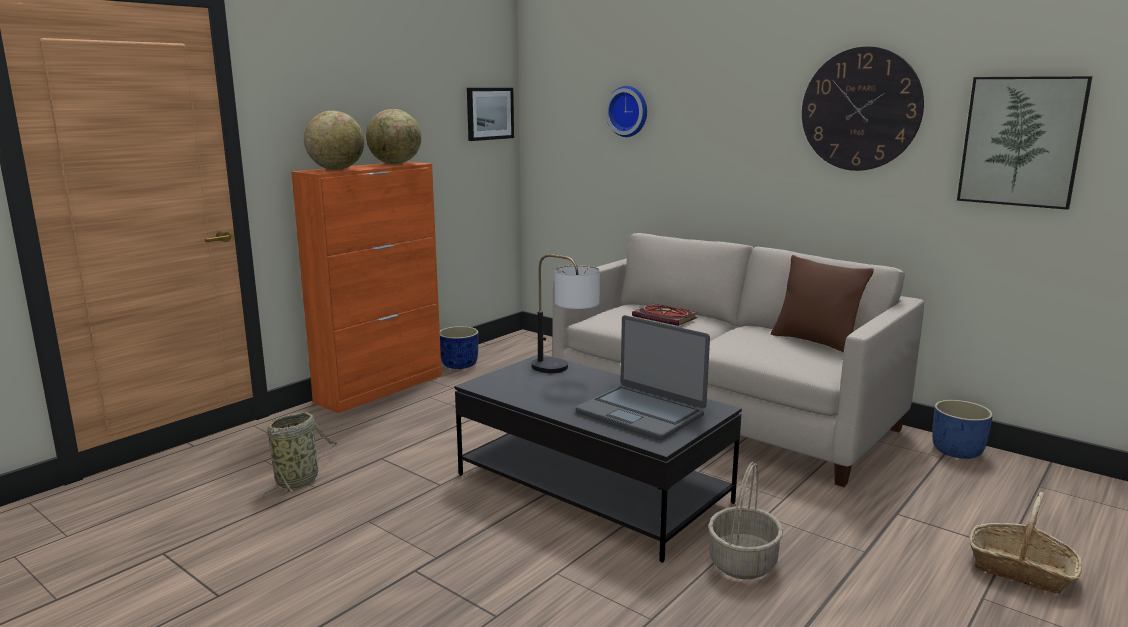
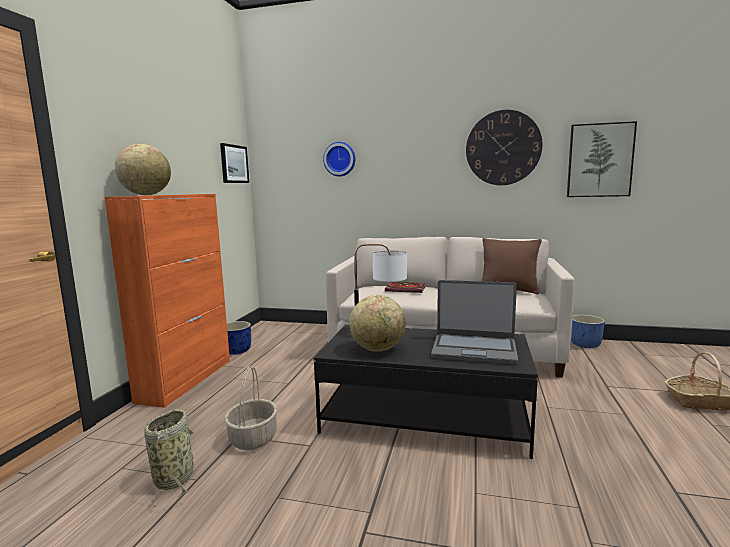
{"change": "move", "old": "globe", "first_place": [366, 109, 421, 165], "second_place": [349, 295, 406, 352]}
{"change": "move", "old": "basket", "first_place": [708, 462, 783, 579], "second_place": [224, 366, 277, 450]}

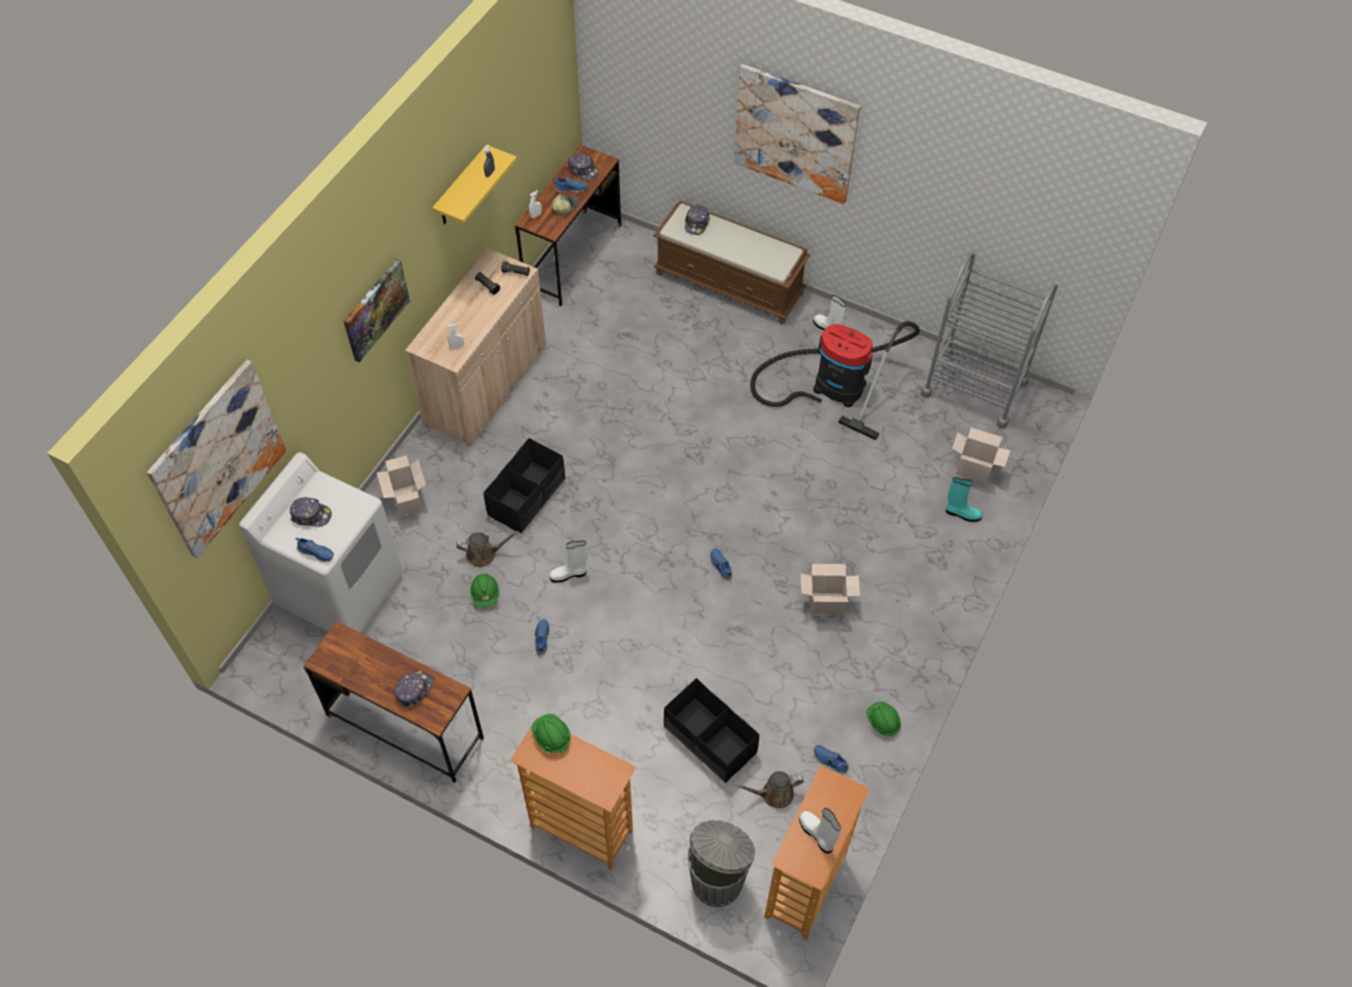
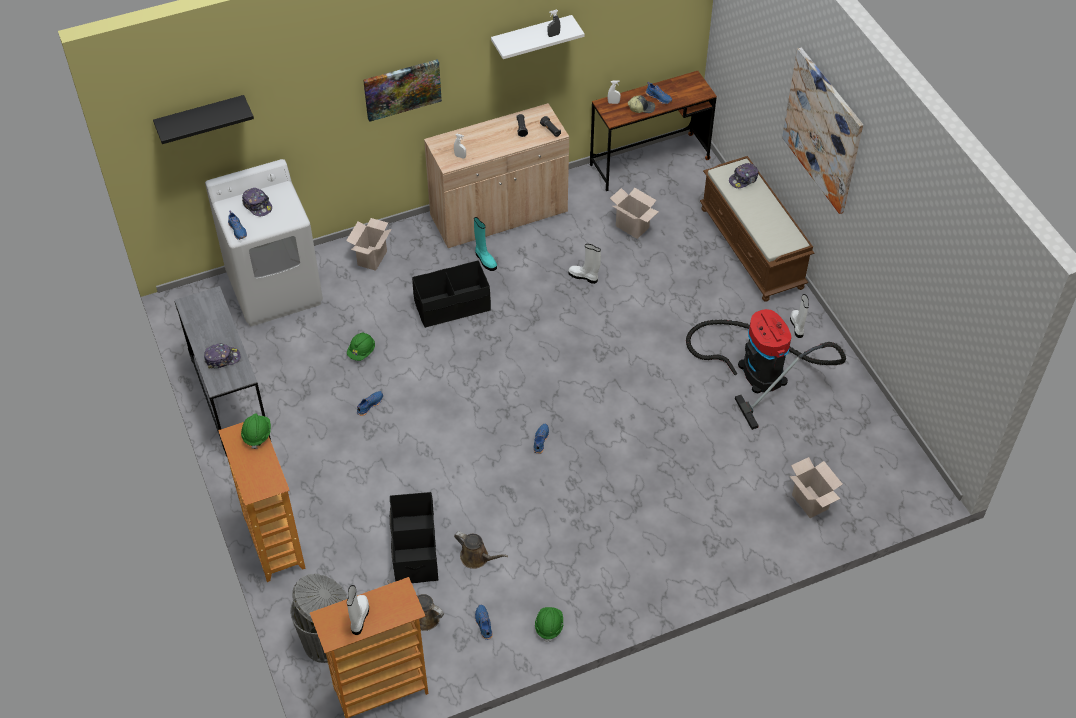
{"change": "recolor", "old": "yellowish_shelf", "new": "white_shelf", "first_place": [432, 145, 517, 224], "second_place": [491, 15, 585, 59]}
{"change": "delete", "old": "cap", "first_place": [567, 153, 599, 180]}
{"change": "delete", "old": "gray_trolley", "first_place": [921, 253, 1058, 429]}
{"change": "replace", "old": "picture", "new": "blackish_shelf", "first_place": [147, 360, 286, 558], "second_place": [153, 95, 254, 144]}
{"change": "move", "old": "blue-green_tall_boot", "first_place": [946, 477, 983, 522], "second_place": [474, 217, 497, 271]}
{"change": "move", "old": "brown_watering_can", "first_place": [456, 531, 519, 568], "second_place": [454, 531, 508, 569]}
{"change": "move", "old": "white_tall_boot", "first_place": [549, 541, 588, 583], "second_place": [568, 244, 601, 284]}
{"change": "move", "old": "packing_box", "first_place": [801, 564, 860, 615], "second_place": [610, 188, 658, 239]}
{"change": "recolor", "old": "brown_desk_unit", "new": "gray_desk_unit", "first_place": [304, 621, 484, 783], "second_place": [174, 286, 271, 457]}

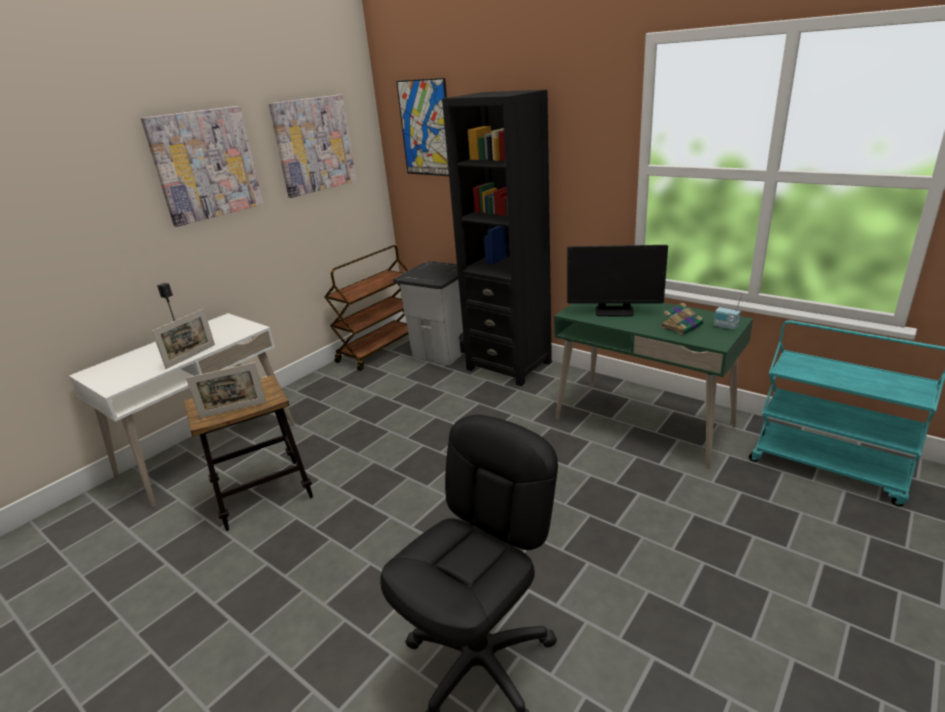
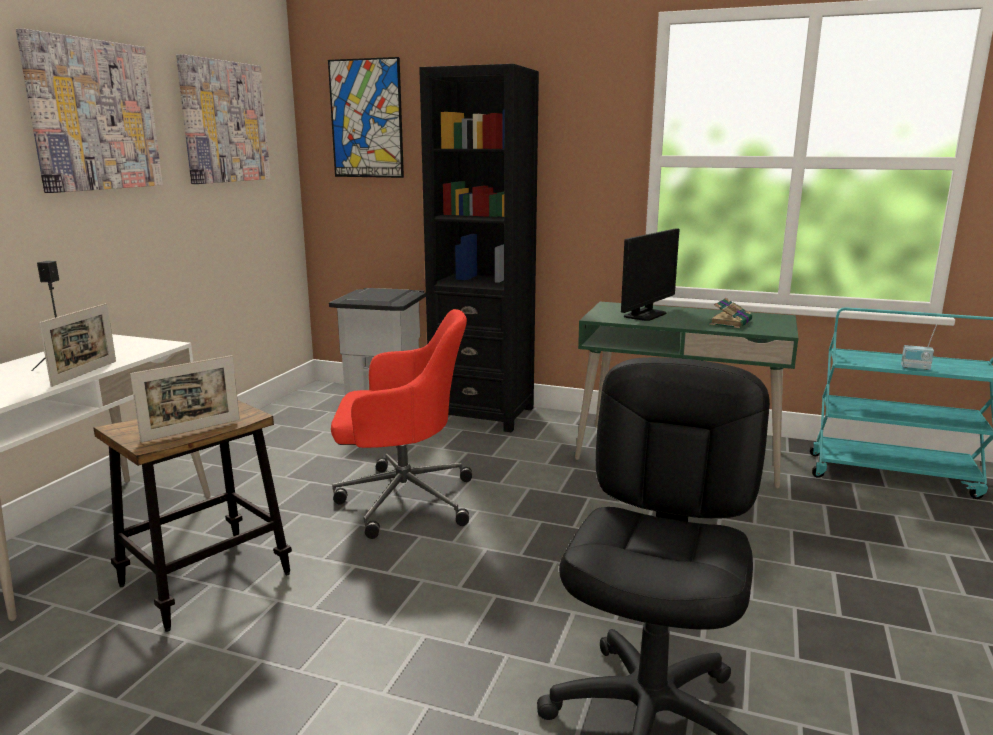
{"change": "delete", "old": "brown_trolley", "first_place": [324, 245, 409, 371]}
{"change": "rotate", "old": "computer_screen", "first_place": [567, 245, 668, 316], "second_place": [621, 228, 679, 321], "degrees": -45}
{"change": "move", "old": "radio_receiver", "first_place": [714, 293, 743, 330], "second_place": [901, 325, 937, 370]}
{"change": "insert", "new": "red-coloured_desk_chair", "second_place": [331, 309, 472, 539]}

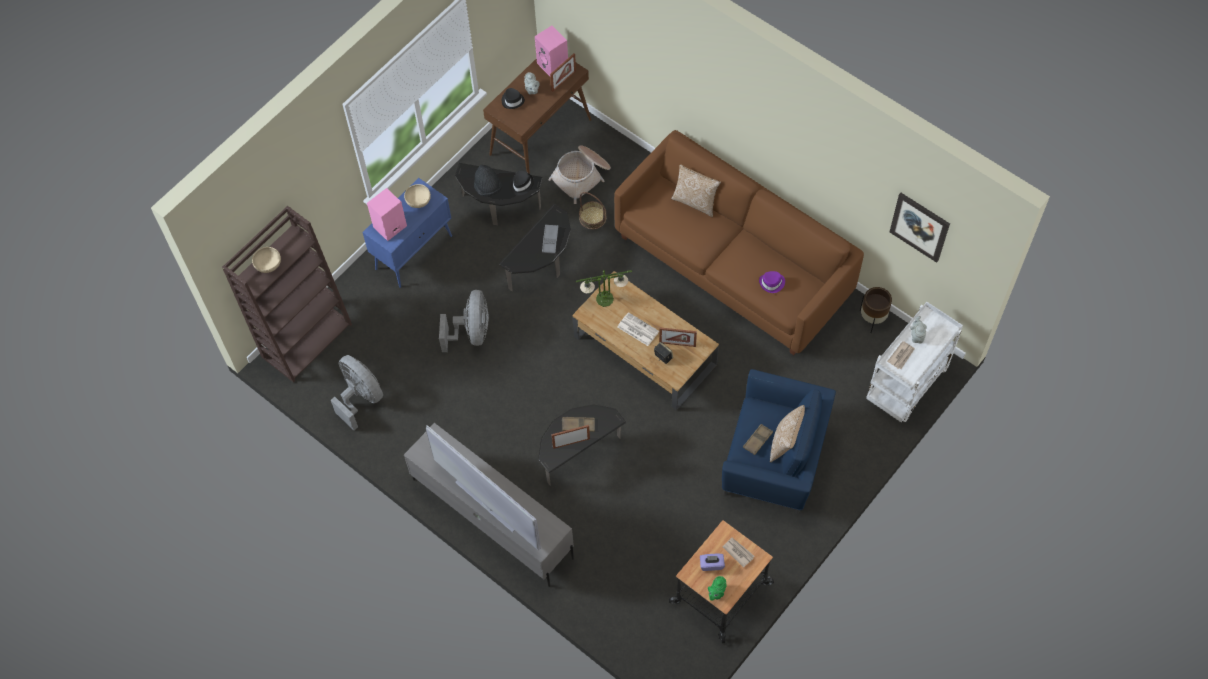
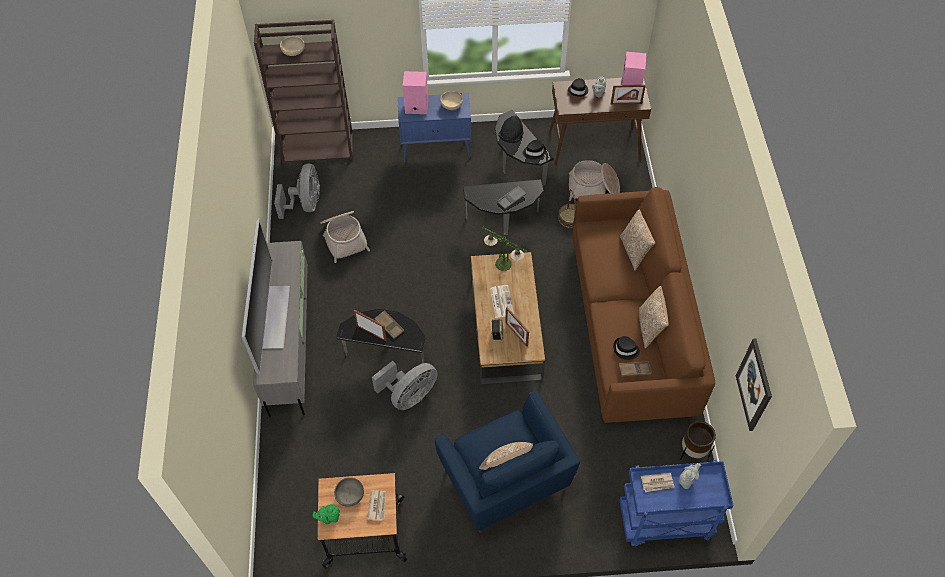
{"change": "recolor", "old": "purple-coloured_wearable_hat", "new": "blackish_wearable_hat", "first_place": [759, 271, 785, 293], "second_place": [613, 336, 640, 360]}
{"change": "move", "old": "gray_fan", "first_place": [439, 290, 489, 352], "second_place": [372, 361, 438, 410]}
{"change": "recolor", "old": "white_trolley", "new": "bluish_trolley", "first_place": [866, 302, 963, 422], "second_place": [620, 460, 734, 547]}
{"change": "move", "old": "brown_tray", "first_place": [743, 424, 773, 455], "second_place": [618, 361, 652, 377]}
{"change": "replace", "old": "purple-coloured_tissue_box", "new": "gray_serving_bowl", "first_place": [700, 554, 725, 571], "second_place": [334, 477, 364, 507]}
{"change": "insert", "new": "basket", "second_place": [320, 211, 370, 263]}
{"change": "insert", "new": "cushion", "second_place": [639, 286, 668, 349]}

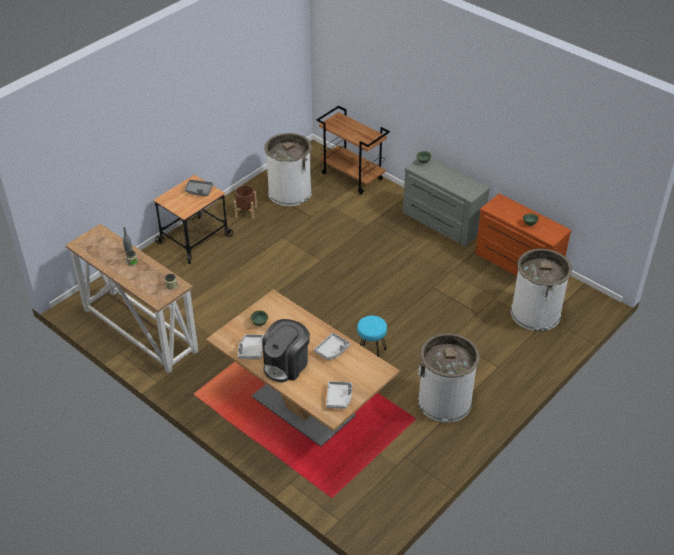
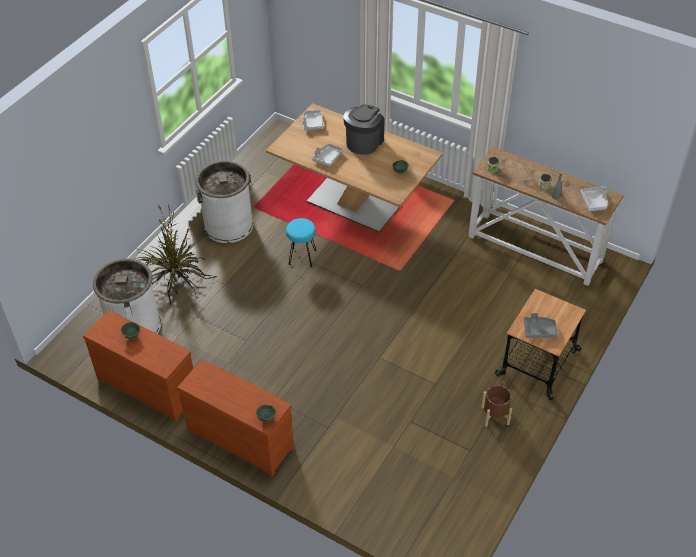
{"change": "delete", "old": "brown_trolley", "first_place": [316, 106, 390, 194]}
{"change": "delete", "old": "white_trash_can", "first_place": [265, 133, 312, 206]}
{"change": "recolor", "old": "gray_dresser", "new": "brown_dresser", "first_place": [403, 158, 490, 247], "second_place": [177, 360, 294, 476]}
{"change": "move", "old": "gray_tray", "first_place": [238, 334, 264, 359], "second_place": [580, 186, 608, 211]}
{"change": "insert", "new": "plant_in_a_pot", "second_place": [135, 205, 217, 305]}

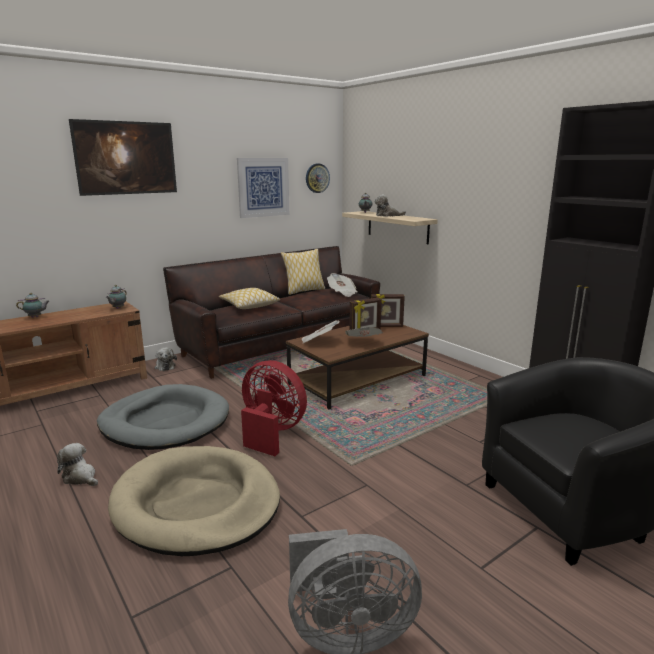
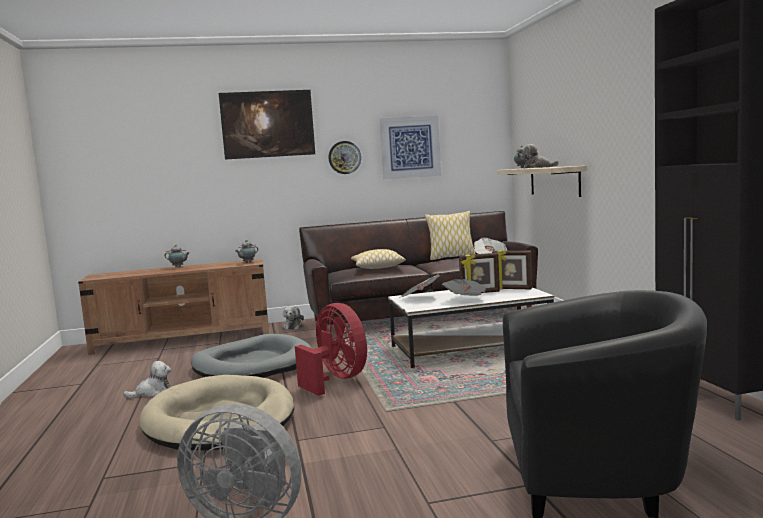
{"change": "move", "old": "hanging_clock", "first_place": [306, 164, 330, 193], "second_place": [328, 141, 361, 174]}
{"change": "recolor", "old": "brown_coffee_table", "new": "white_coffee_table", "first_place": [286, 325, 429, 409], "second_place": [388, 287, 555, 368]}
{"change": "rotate", "old": "plush_toy", "first_place": [57, 443, 98, 486], "second_place": [123, 361, 171, 398], "degrees": 90}

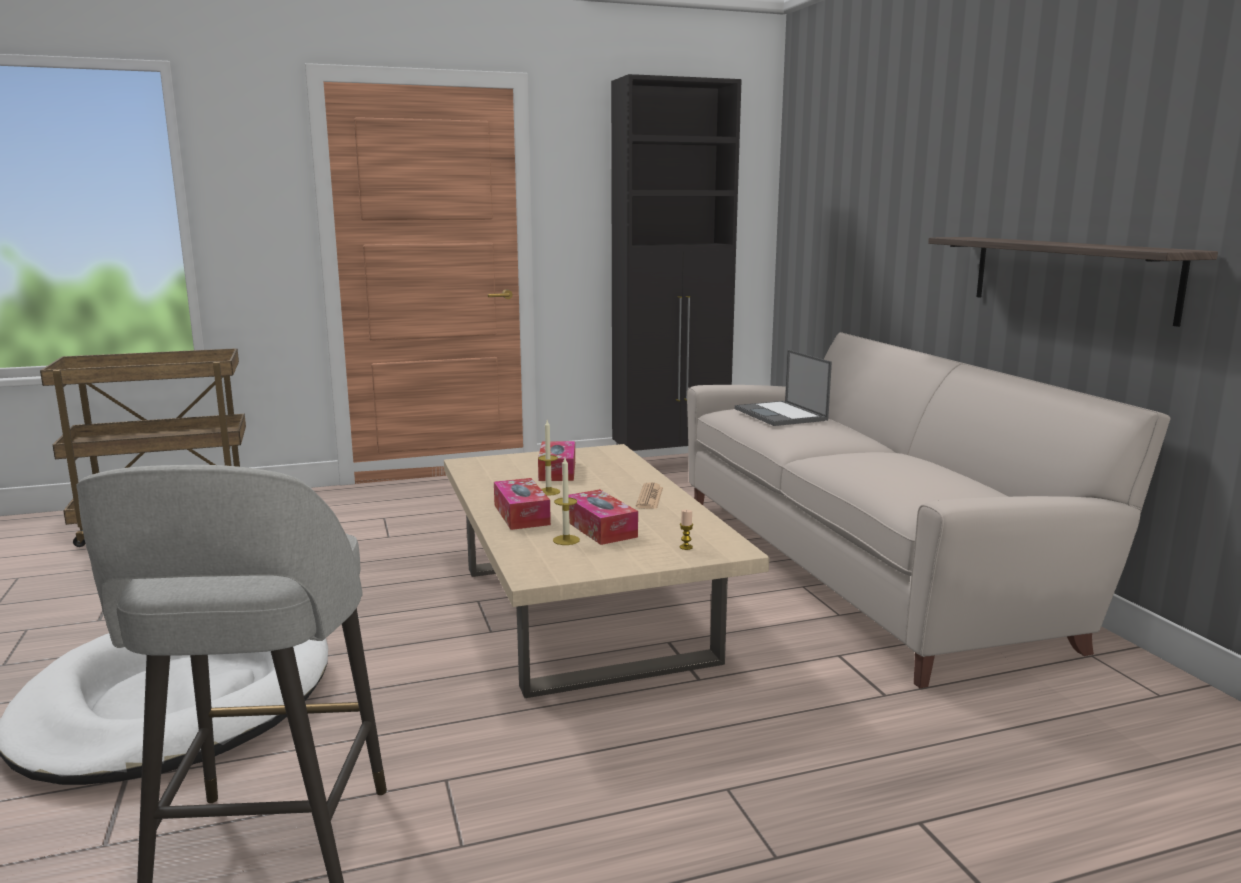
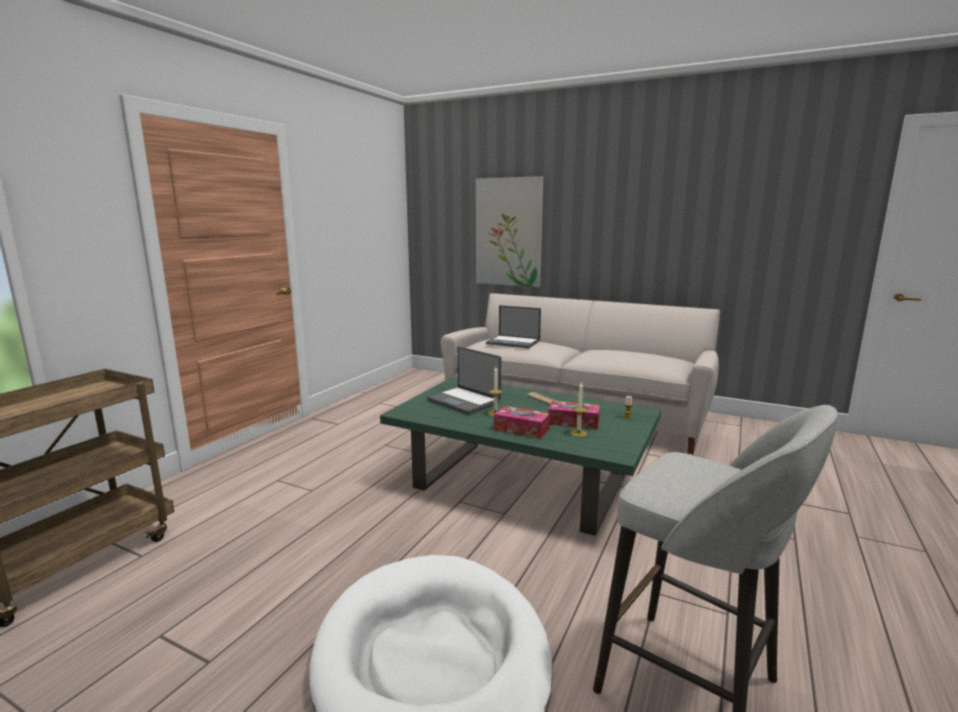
{"change": "delete", "old": "blackish_storage_cabinet", "first_place": [611, 74, 742, 451]}
{"change": "delete", "old": "shelf", "first_place": [928, 237, 1218, 327]}
{"change": "replace", "old": "tissue_box", "new": "laptop", "first_place": [538, 441, 575, 481], "second_place": [427, 347, 501, 415]}
{"change": "recolor", "old": "beige_coffee_table", "new": "greenish_coffee_table", "first_place": [444, 444, 769, 698], "second_place": [380, 378, 661, 536]}
{"change": "insert", "new": "picture", "second_place": [476, 176, 543, 287]}

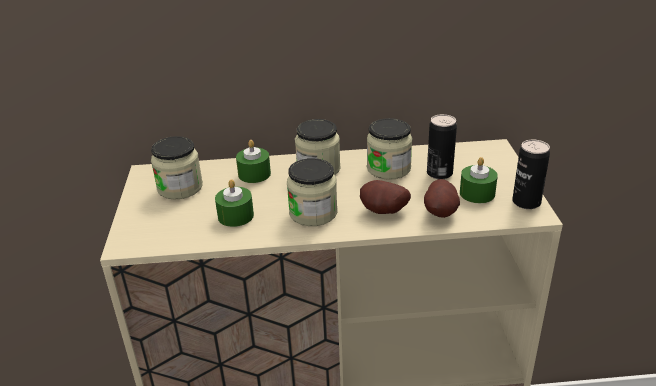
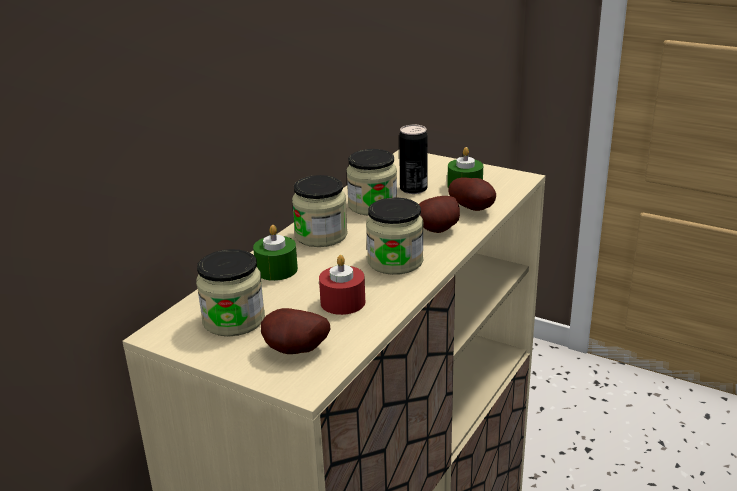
{"change": "delete", "old": "metal_can", "first_place": [512, 140, 550, 209]}
{"change": "recolor", "old": "greenish_wax_candle", "new": "red-coloured_wax_candle", "first_place": [215, 179, 254, 227], "second_place": [319, 255, 365, 315]}
{"change": "insert", "new": "potato", "second_place": [261, 308, 331, 354]}

